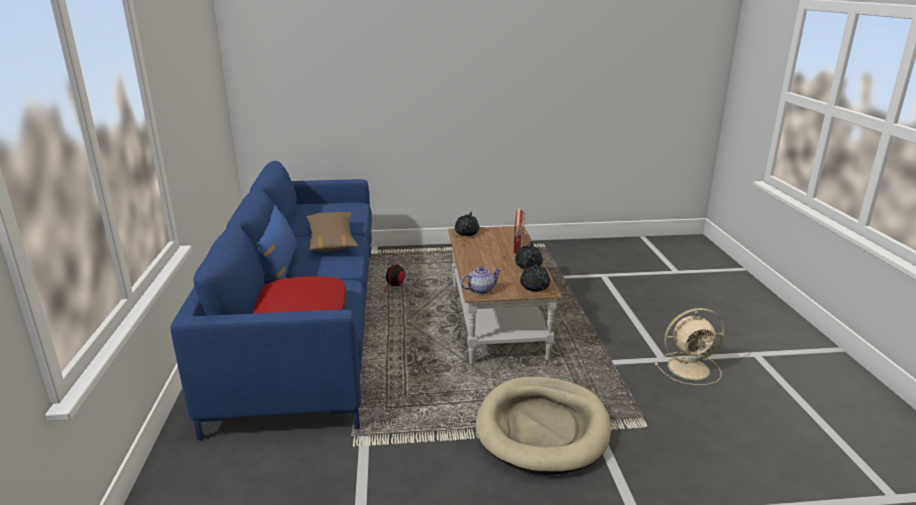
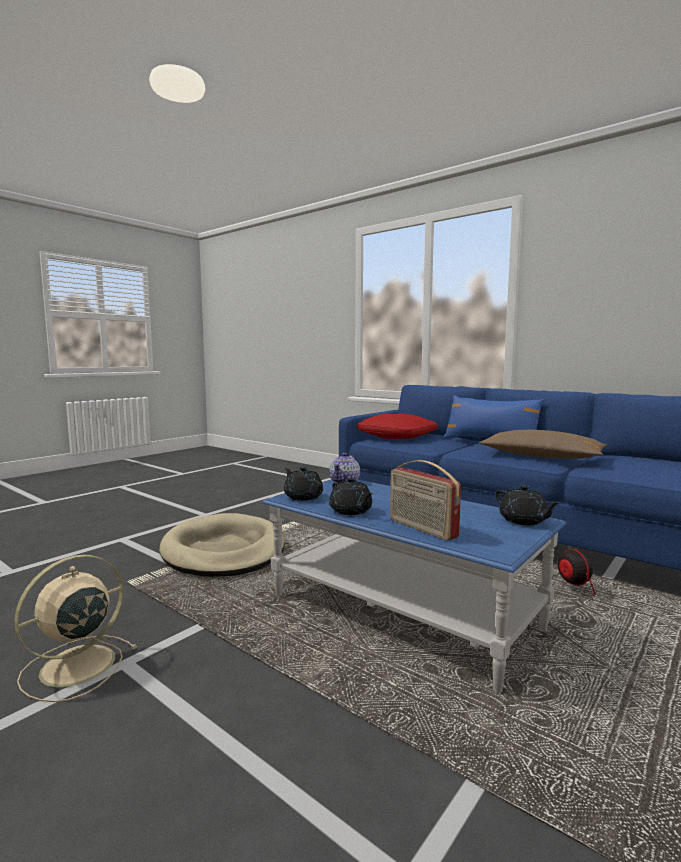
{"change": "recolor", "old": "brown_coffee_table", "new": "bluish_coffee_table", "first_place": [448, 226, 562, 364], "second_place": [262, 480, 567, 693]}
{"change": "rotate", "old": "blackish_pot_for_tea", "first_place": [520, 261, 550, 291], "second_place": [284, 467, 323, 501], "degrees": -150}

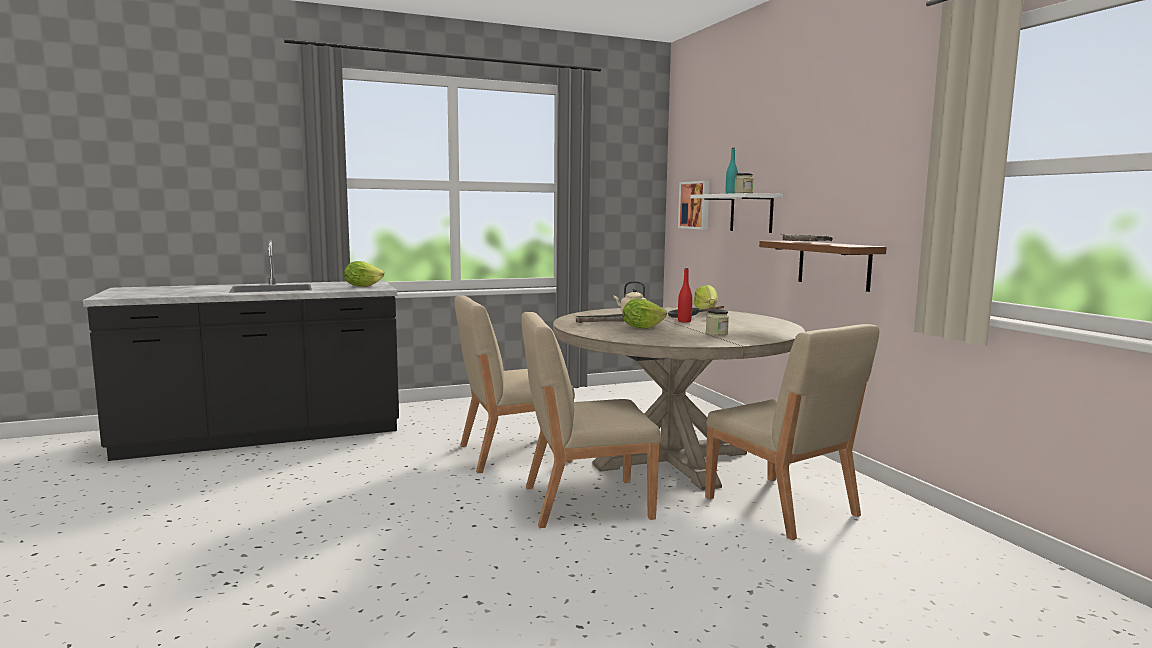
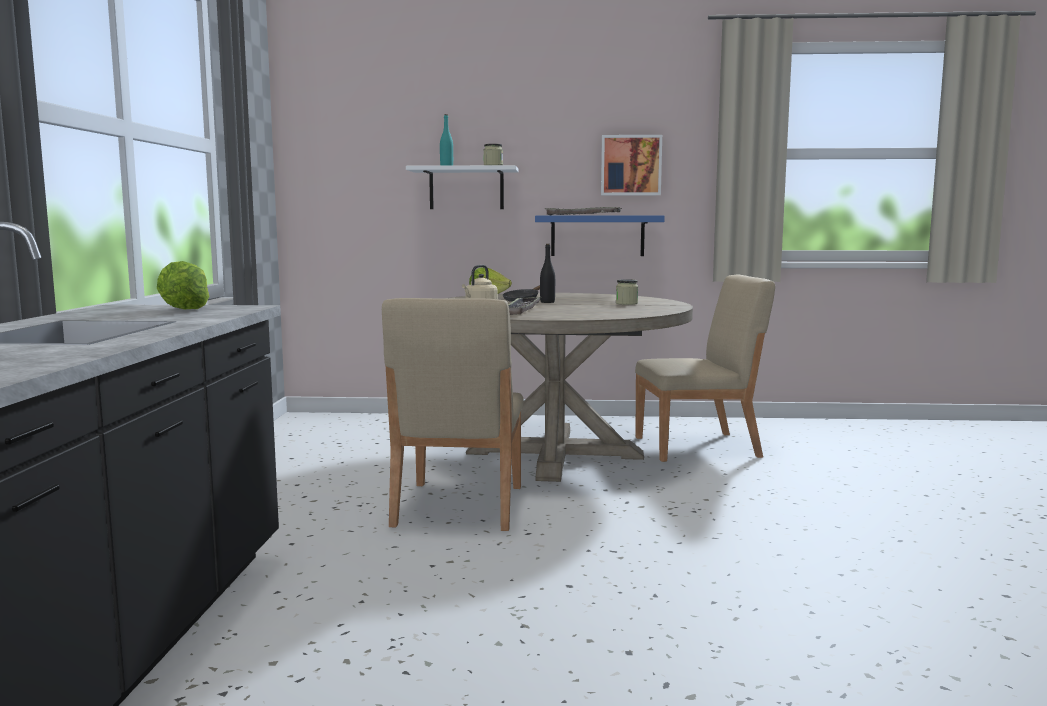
{"change": "move", "old": "picture", "first_place": [678, 181, 709, 229], "second_place": [601, 135, 662, 195]}
{"change": "recolor", "old": "brown_shelf", "new": "bluish_shelf", "first_place": [759, 241, 887, 292], "second_place": [535, 216, 665, 256]}
{"change": "recolor", "old": "red-coloured_beverage_bottle", "new": "blackish_beverage_bottle", "first_place": [678, 268, 693, 322], "second_place": [540, 244, 555, 303]}
{"change": "delete", "old": "head_of_lettuce", "first_place": [623, 299, 667, 329]}
{"change": "delete", "old": "beige_plain_chair", "first_place": [521, 312, 660, 528]}

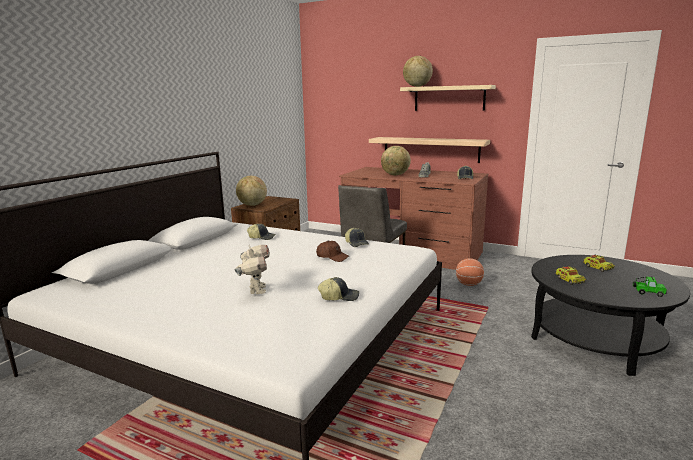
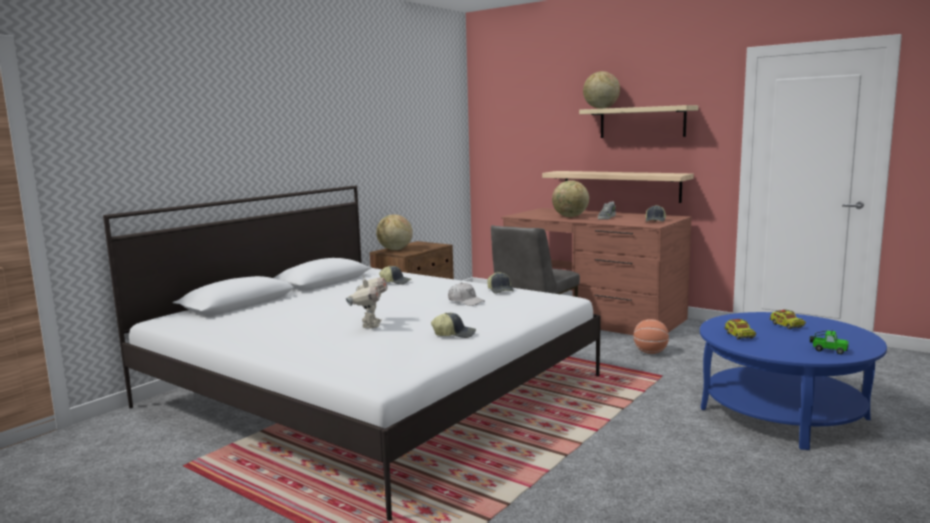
{"change": "recolor", "old": "brown_cap", "new": "white_cap", "first_place": [316, 241, 349, 262], "second_place": [448, 282, 485, 306]}
{"change": "recolor", "old": "blackish_coffee_table", "new": "bluish_coffee_table", "first_place": [531, 255, 690, 376], "second_place": [700, 312, 887, 450]}

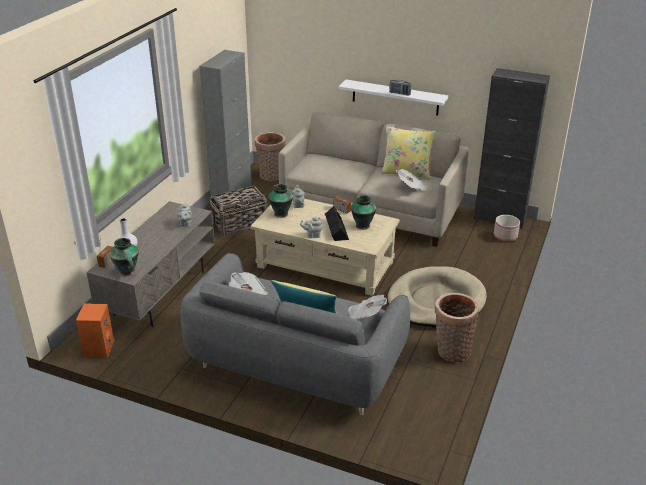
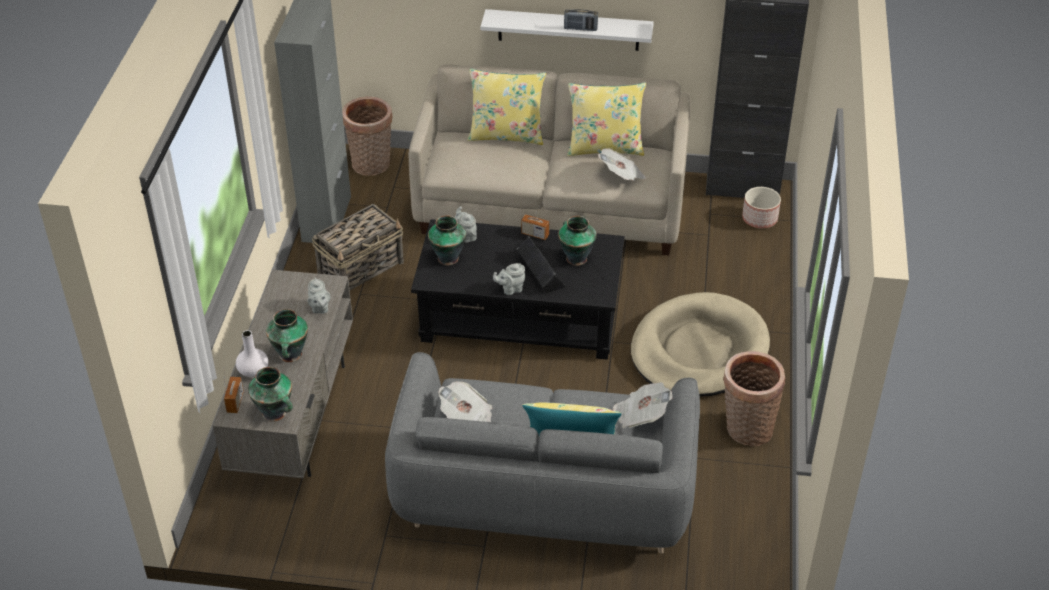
{"change": "recolor", "old": "beige_coffee_table", "new": "blackish_coffee_table", "first_place": [250, 199, 400, 296], "second_place": [411, 219, 625, 360]}
{"change": "delete", "old": "orange-coloured_audio_speaker", "first_place": [76, 303, 114, 358]}
{"change": "insert", "new": "yellowish_cushion", "second_place": [468, 69, 546, 145]}
{"change": "insert", "new": "vase", "second_place": [266, 309, 308, 362]}

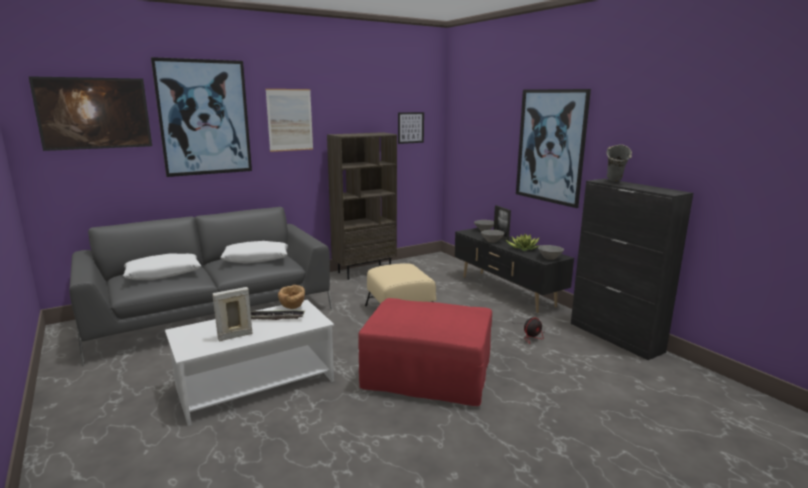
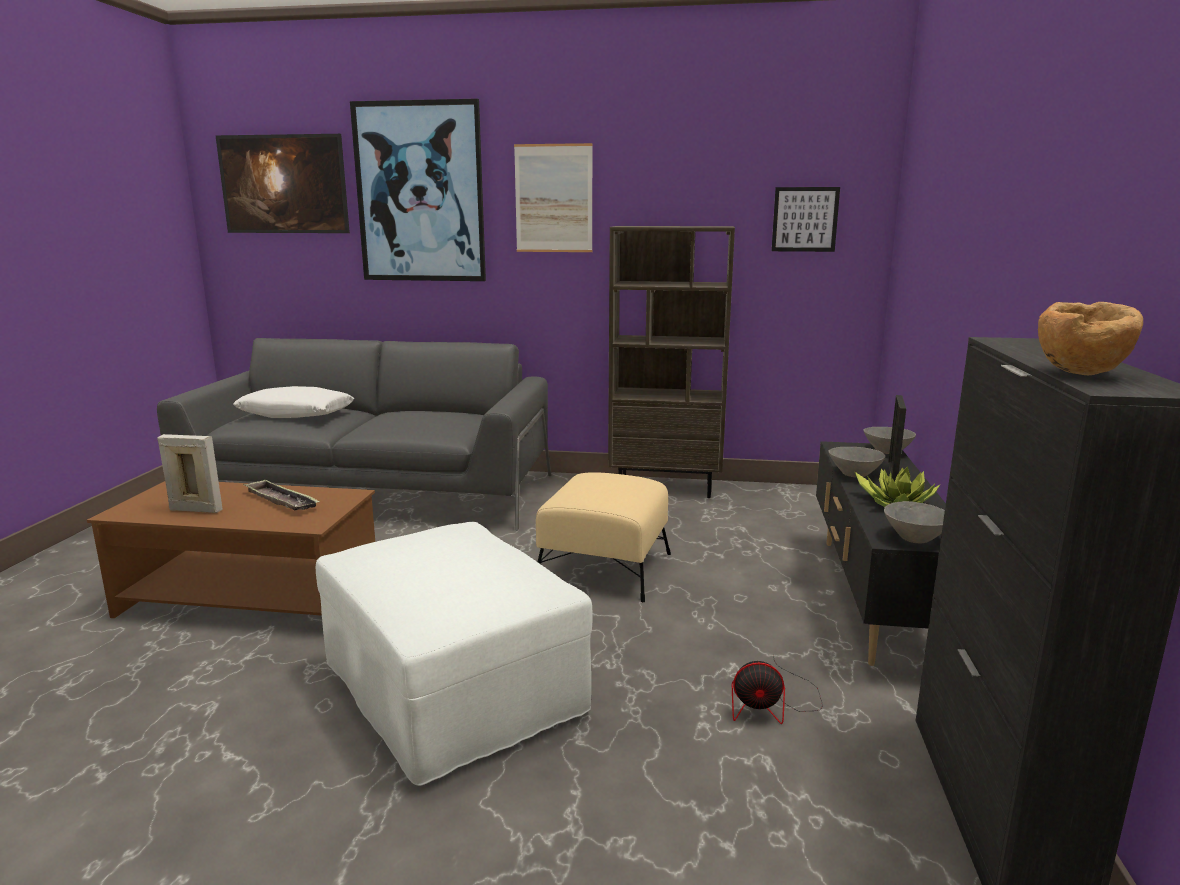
{"change": "delete", "old": "picture", "first_place": [516, 89, 591, 208]}
{"change": "delete", "old": "gray_vase", "first_place": [606, 145, 632, 182]}
{"change": "delete", "old": "white_cushion", "first_place": [220, 241, 288, 264]}
{"change": "move", "old": "brown_serving_bowl", "first_place": [278, 285, 305, 309], "second_place": [1038, 302, 1143, 375]}
{"change": "recolor", "old": "red-coloured_pouffe", "new": "white_pouffe", "first_place": [358, 298, 492, 406], "second_place": [316, 522, 592, 786]}
{"change": "recolor", "old": "white_coffee_table", "new": "brown_coffee_table", "first_place": [165, 300, 334, 426], "second_place": [87, 481, 375, 618]}

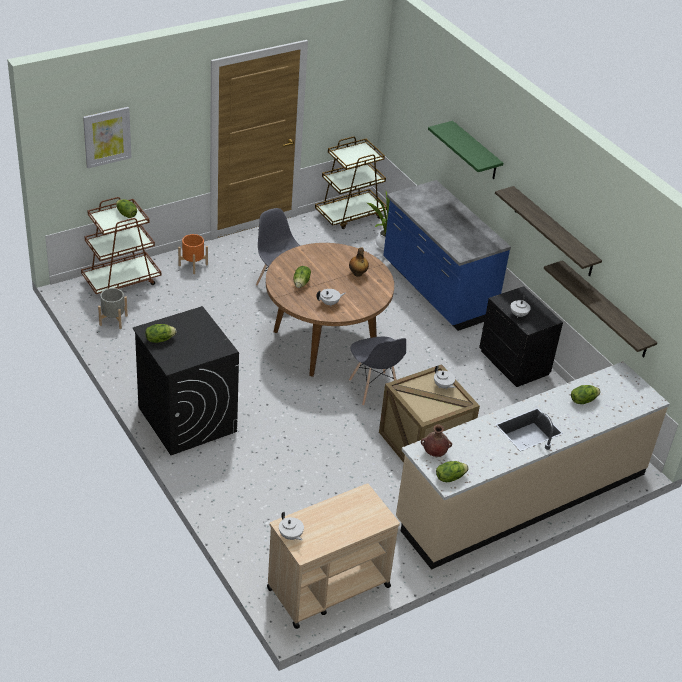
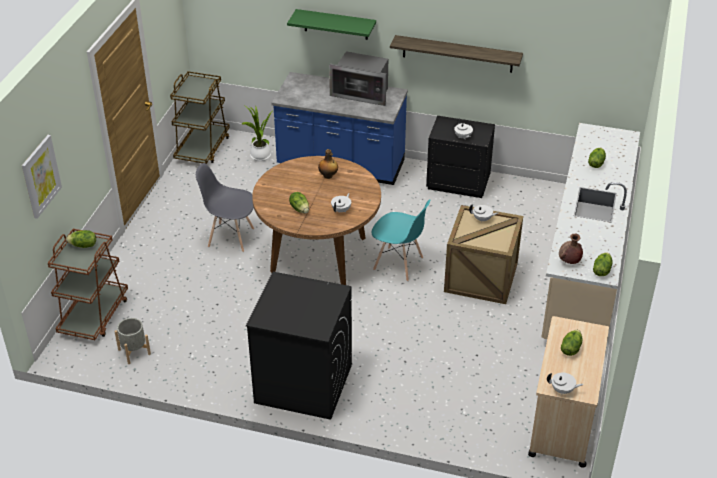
{"change": "delete", "old": "orange-coloured_flower_pot", "first_place": [178, 234, 208, 274]}
{"change": "delete", "old": "shelf", "first_place": [544, 260, 657, 358]}
{"change": "move", "old": "head_of_lettuce", "first_place": [145, 324, 176, 343], "second_place": [561, 330, 582, 356]}
{"change": "recolor", "old": "gray_plain_chair", "new": "blue-green_plain_chair", "first_place": [349, 337, 406, 406], "second_place": [372, 200, 430, 281]}
{"change": "insert", "new": "microwave_oven", "second_place": [329, 51, 388, 106]}

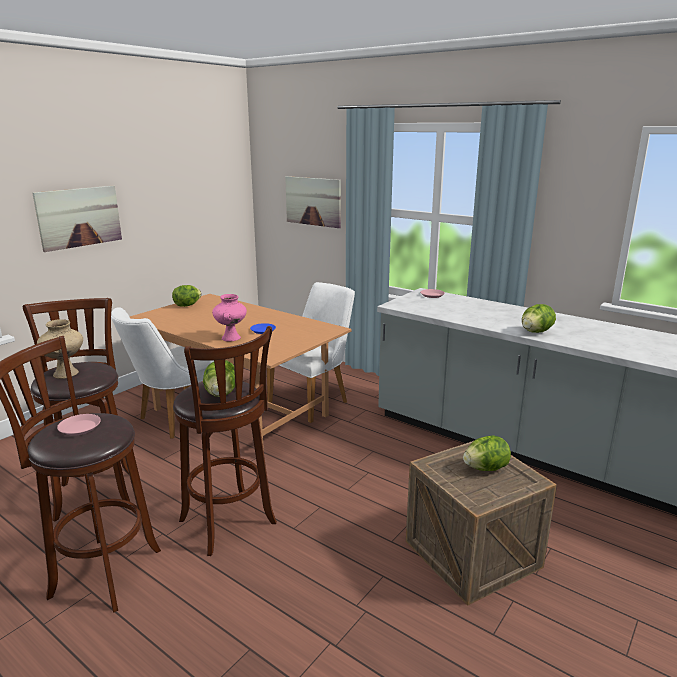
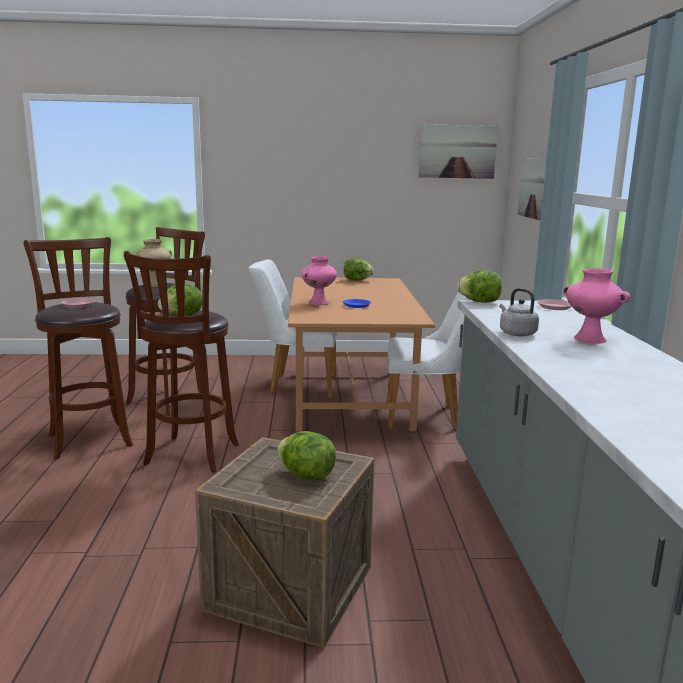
{"change": "move", "old": "picture", "first_place": [32, 186, 122, 252], "second_place": [419, 124, 498, 179]}
{"change": "move", "old": "head_of_lettuce", "first_place": [522, 304, 556, 333], "second_place": [457, 270, 502, 303]}
{"change": "insert", "new": "pink-coloured_vase", "second_place": [563, 268, 631, 344]}
{"change": "insert", "new": "gray_tea_kettle", "second_place": [500, 288, 539, 336]}

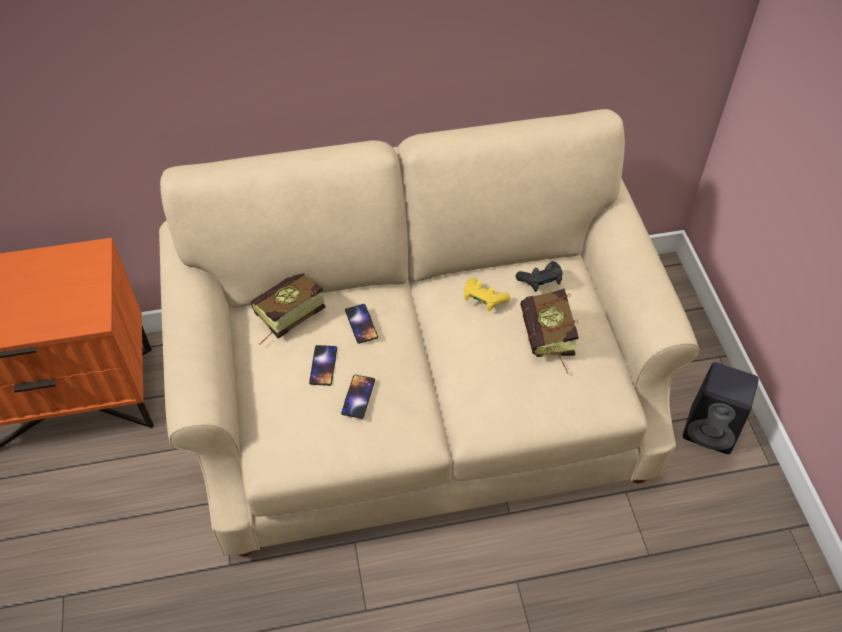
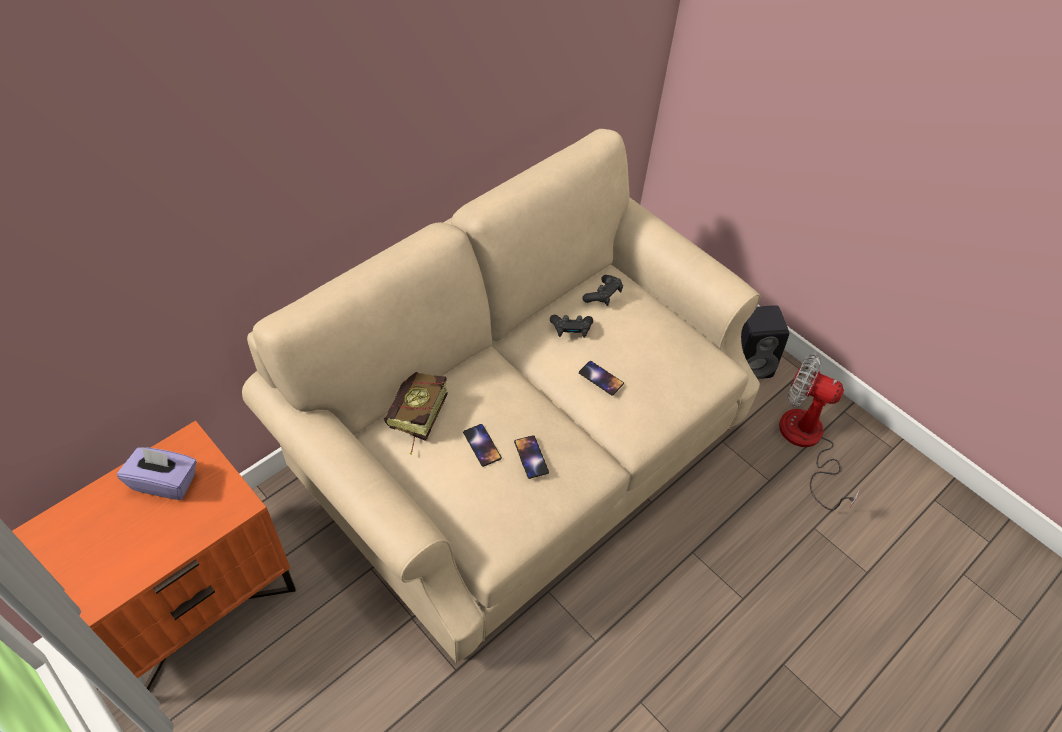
{"change": "recolor", "old": "yellowish_game_controller", "new": "blackish_game_controller", "first_place": [464, 278, 510, 312], "second_place": [550, 315, 593, 338]}
{"change": "delete", "old": "bound_book", "first_place": [520, 288, 579, 374]}
{"change": "move", "old": "phone", "first_place": [345, 304, 378, 344], "second_place": [579, 361, 624, 396]}
{"change": "insert", "new": "fan", "second_place": [779, 354, 859, 510]}
{"change": "insert", "new": "purple-coloured_tissue_box", "second_place": [117, 447, 196, 500]}

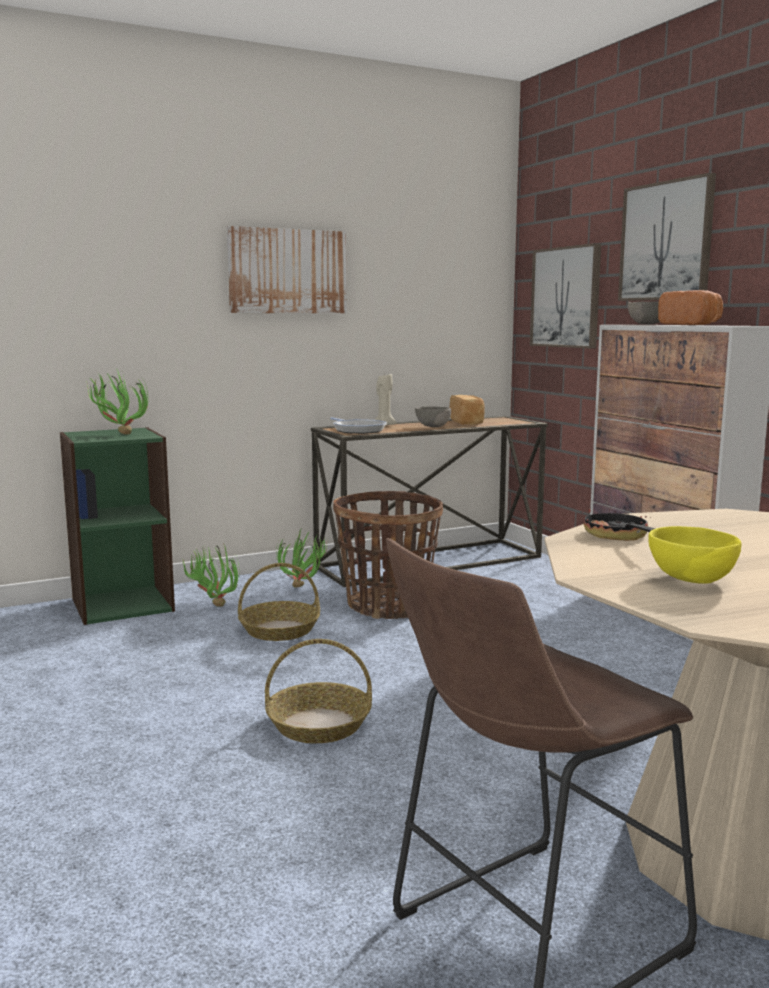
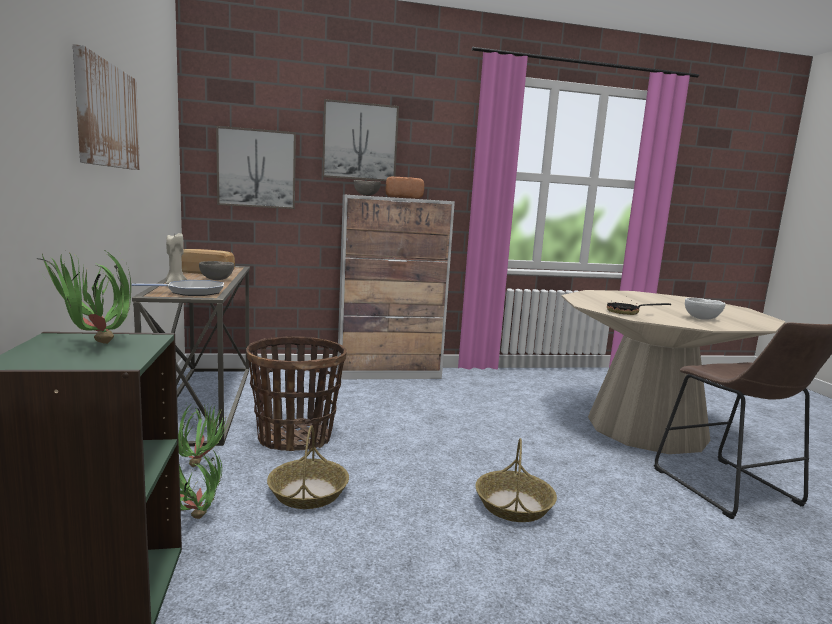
{"change": "recolor", "old": "yellowish_serving_bowl", "new": "white_serving_bowl", "first_place": [648, 526, 742, 584], "second_place": [685, 298, 725, 320]}

